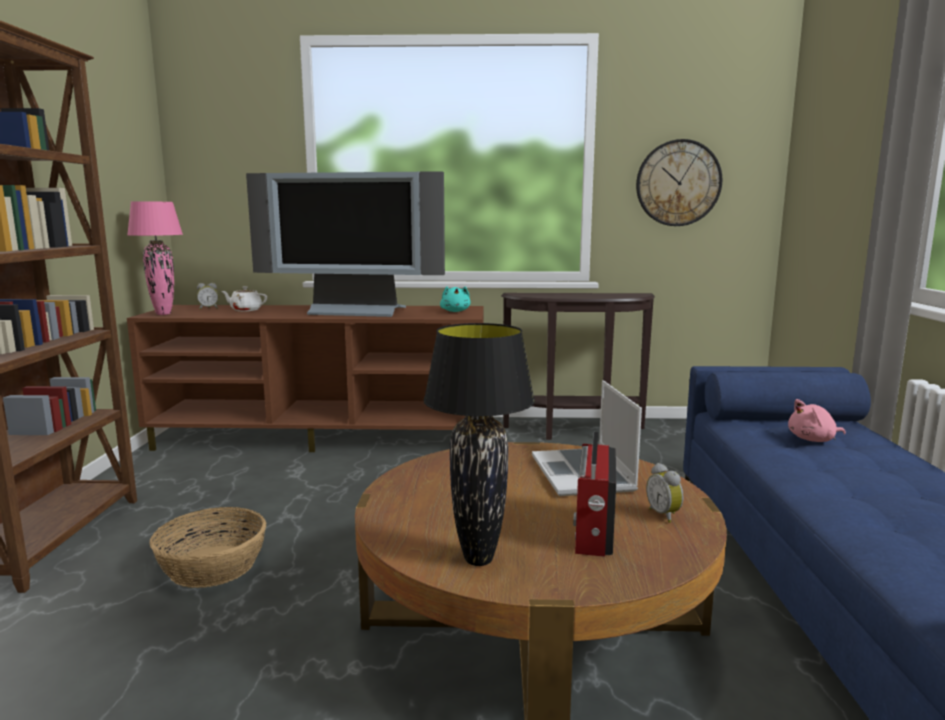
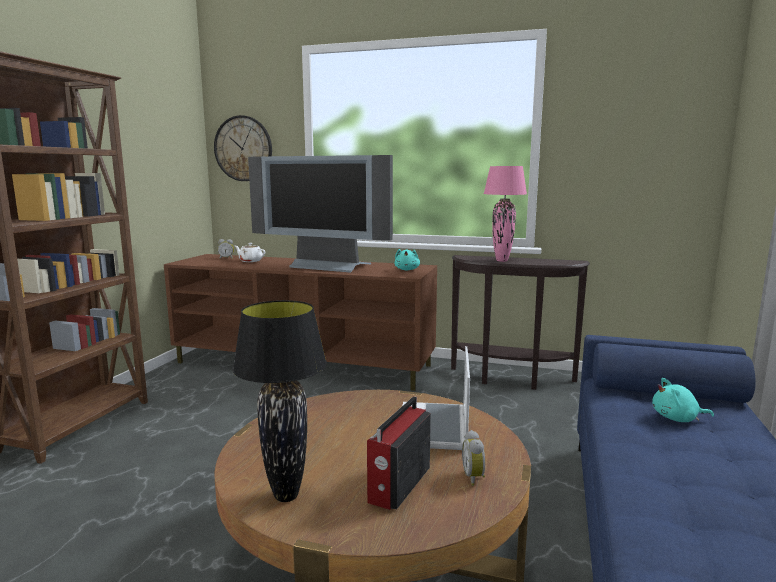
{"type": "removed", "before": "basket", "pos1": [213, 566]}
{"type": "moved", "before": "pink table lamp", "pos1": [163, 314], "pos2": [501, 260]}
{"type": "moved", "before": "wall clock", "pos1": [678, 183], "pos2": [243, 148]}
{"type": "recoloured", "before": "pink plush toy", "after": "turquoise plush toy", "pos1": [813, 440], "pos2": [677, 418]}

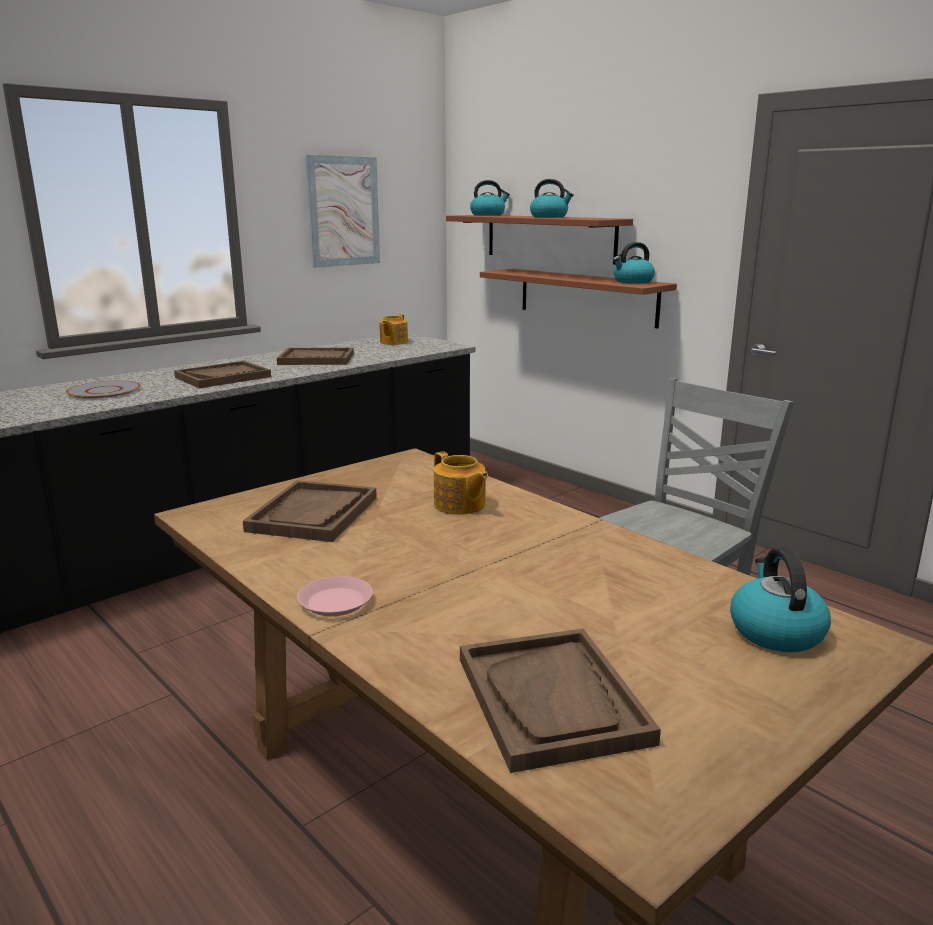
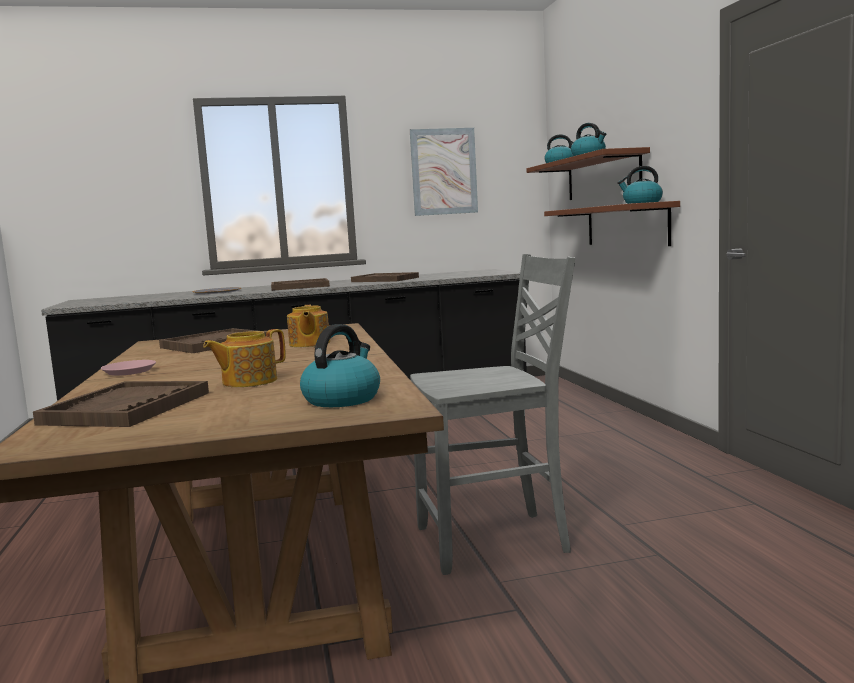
{"type": "moved", "before": "teapot", "pos1": [393, 342], "pos2": [248, 381]}

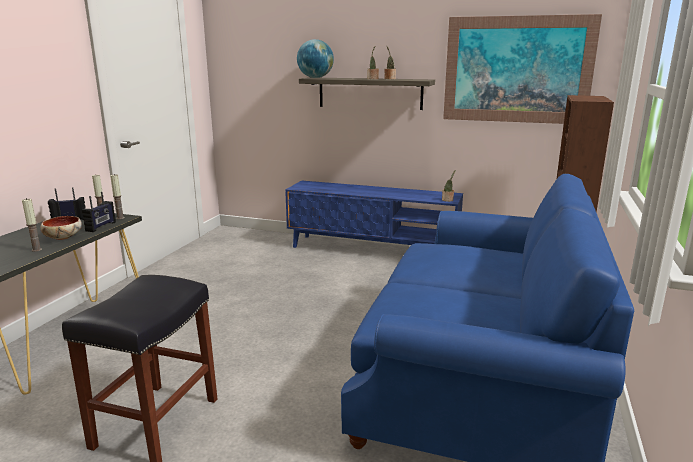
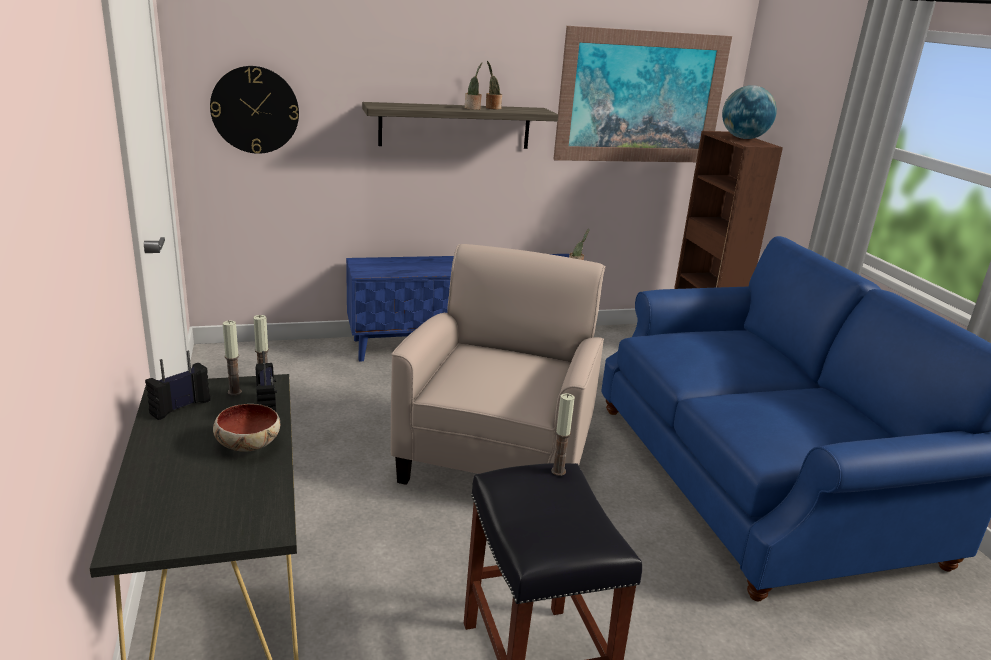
{"type": "added", "after": "wall clock", "pos2": [255, 110]}
{"type": "added", "after": "beige armchair", "pos2": [498, 455]}
{"type": "moved", "before": "candle", "pos1": [36, 249], "pos2": [558, 471]}
{"type": "moved", "before": "globe", "pos1": [315, 78], "pos2": [744, 138]}

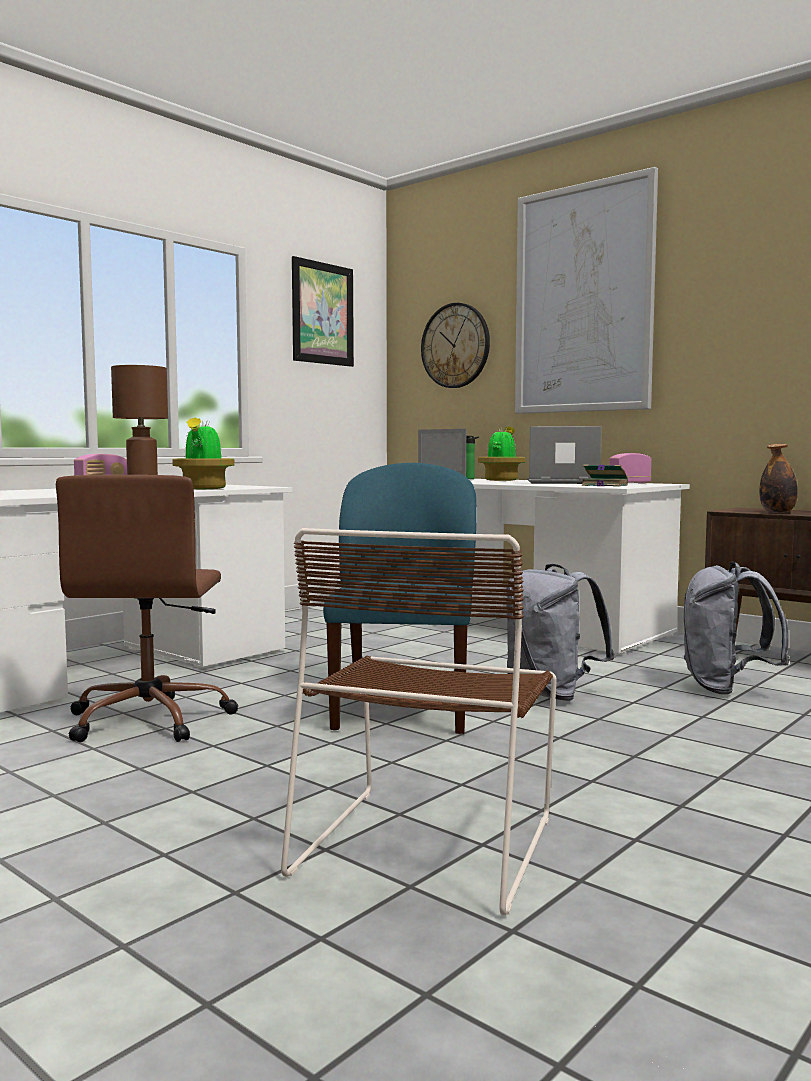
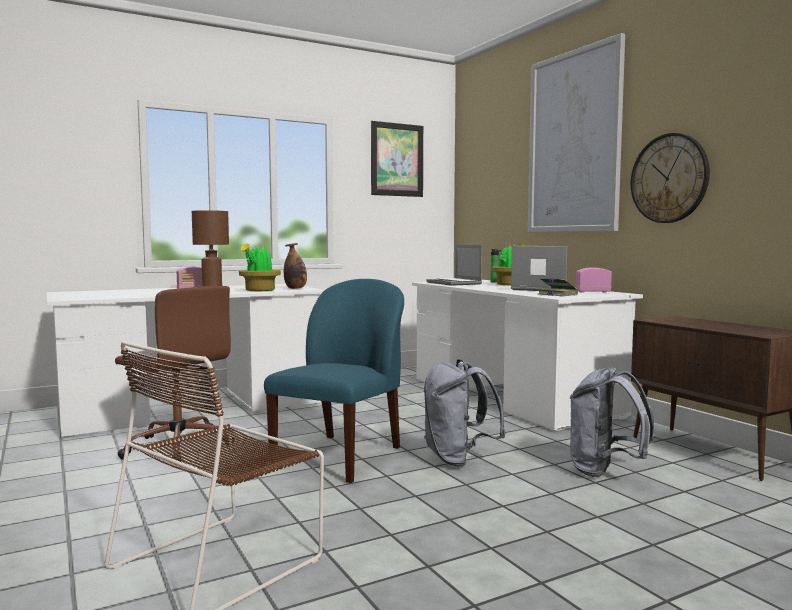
{"type": "moved", "before": "wall clock", "pos1": [455, 345], "pos2": [669, 178]}
{"type": "moved", "before": "bottle", "pos1": [777, 512], "pos2": [295, 288]}
{"type": "turned", "before": "brown office chair", "pos1": [150, 719], "pos2": [177, 446], "turn": -75}

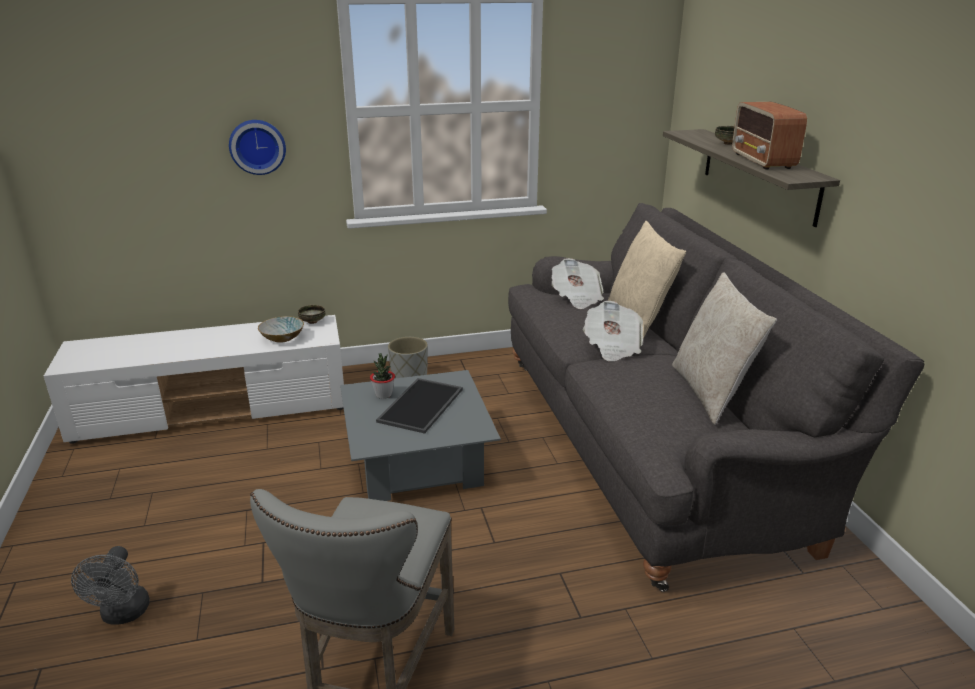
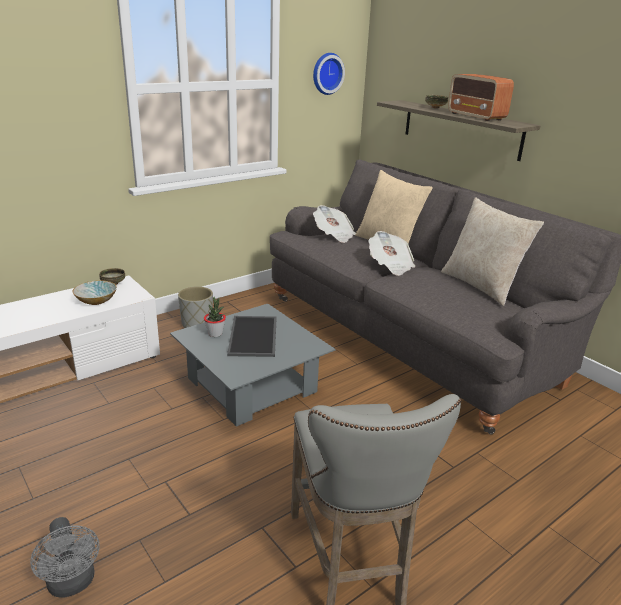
{"type": "moved", "before": "wall clock", "pos1": [257, 146], "pos2": [326, 73]}

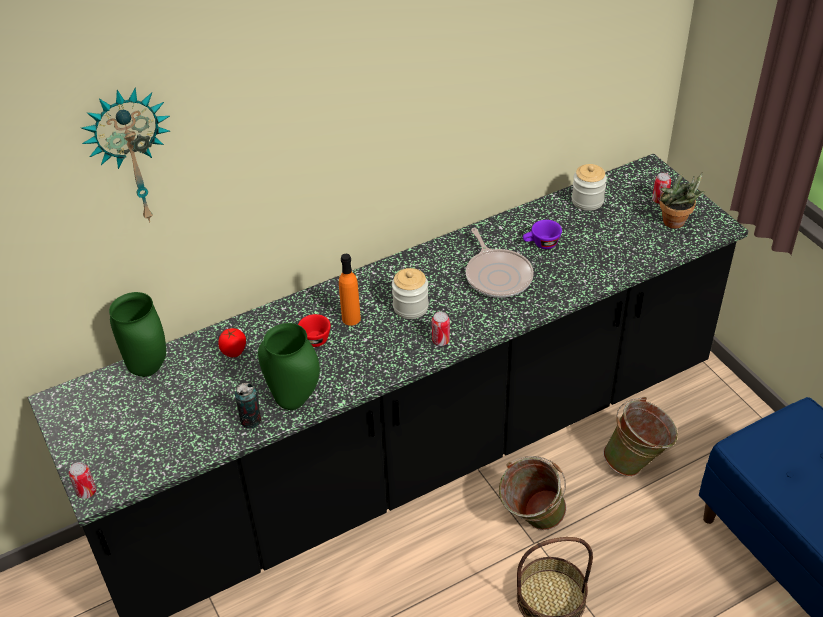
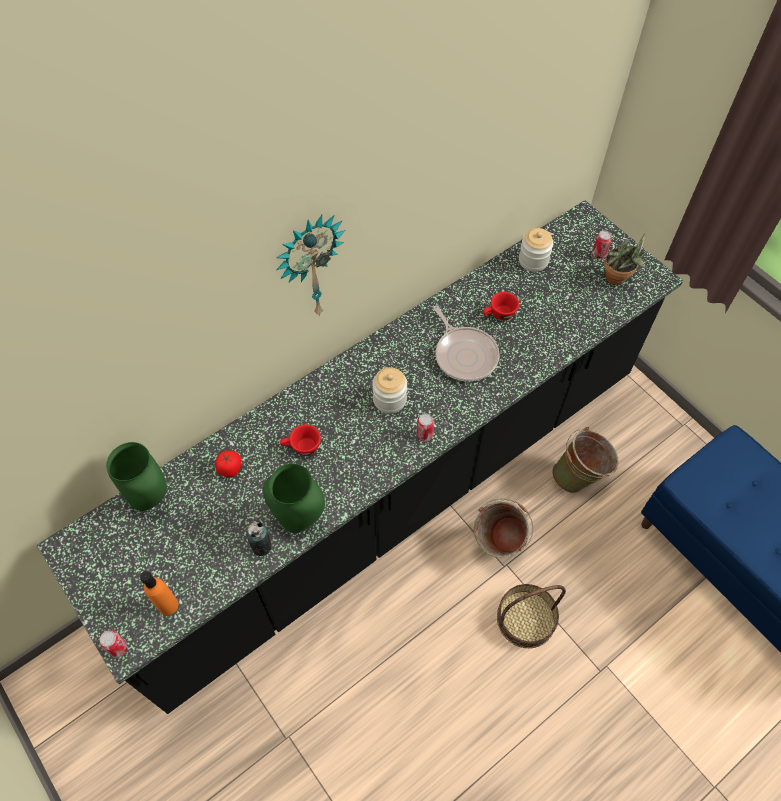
{"type": "moved", "before": "wall clock", "pos1": [131, 155], "pos2": [310, 267]}
{"type": "moved", "before": "orange bottle", "pos1": [351, 318], "pos2": [168, 605]}
{"type": "recoloured", "before": "purple cup", "after": "red cup", "pos1": [541, 244], "pos2": [499, 315]}

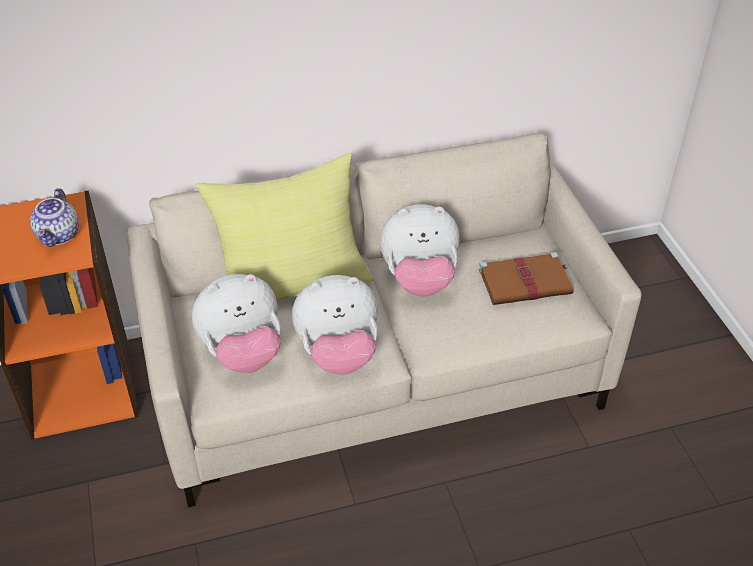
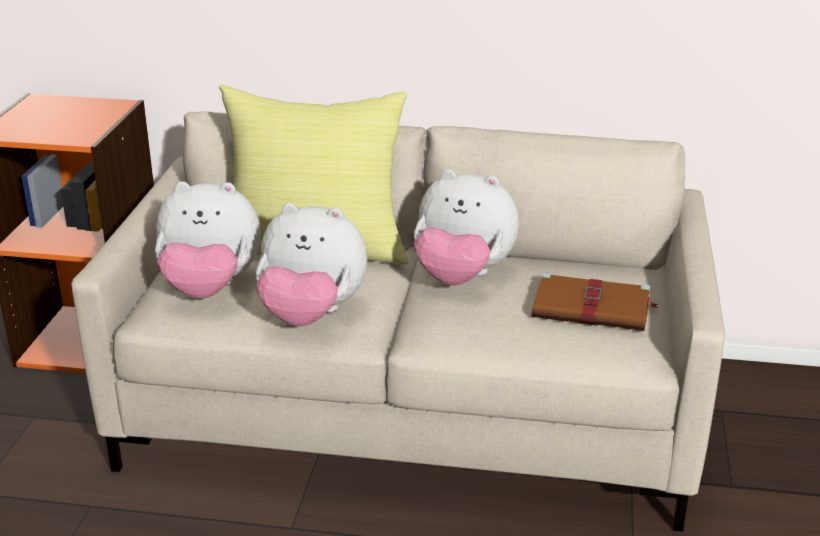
{"type": "removed", "before": "teapot", "pos1": [59, 235]}

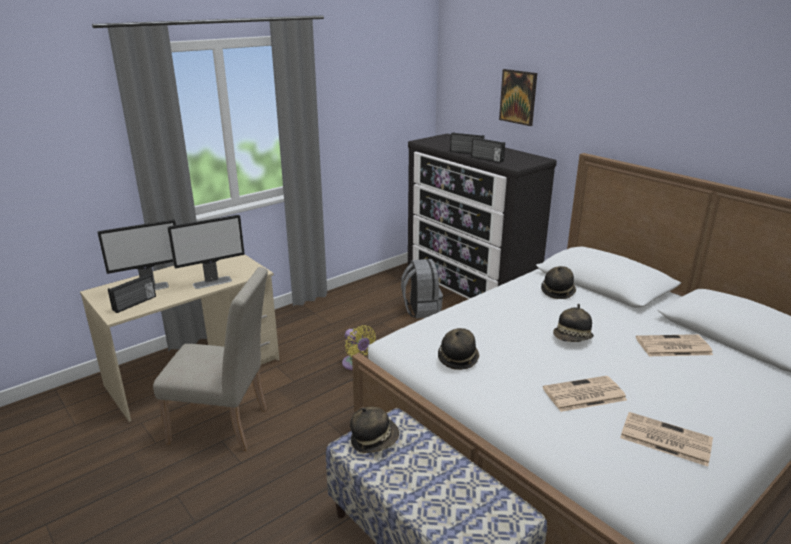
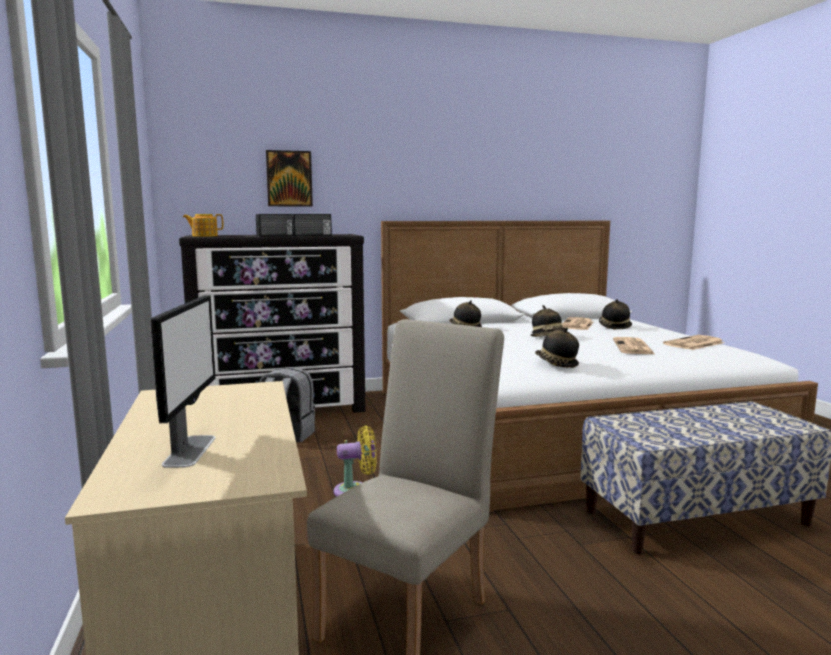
{"type": "removed", "before": "radio", "pos1": [135, 303]}
{"type": "removed", "before": "monitor", "pos1": [213, 282]}
{"type": "added", "after": "teapot", "pos2": [204, 236]}
{"type": "moved", "before": "hat", "pos1": [374, 440], "pos2": [614, 326]}

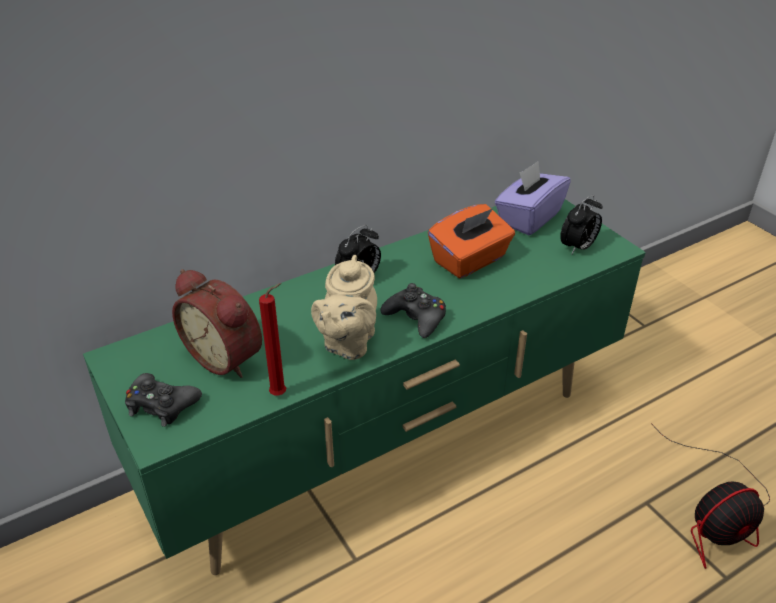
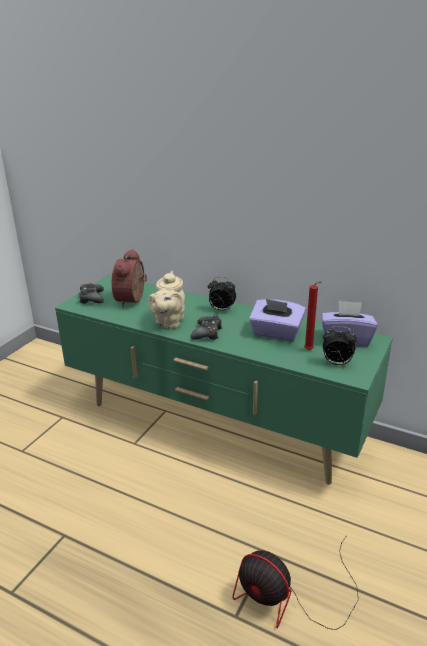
{"type": "moved", "before": "red candle", "pos1": [281, 394], "pos2": [310, 350]}
{"type": "recoloured", "before": "orange tissue box", "after": "purple tissue box", "pos1": [470, 260], "pos2": [276, 333]}
{"type": "turned", "before": "beige teapot", "pos1": [347, 343], "pos2": [168, 322], "turn": -60}

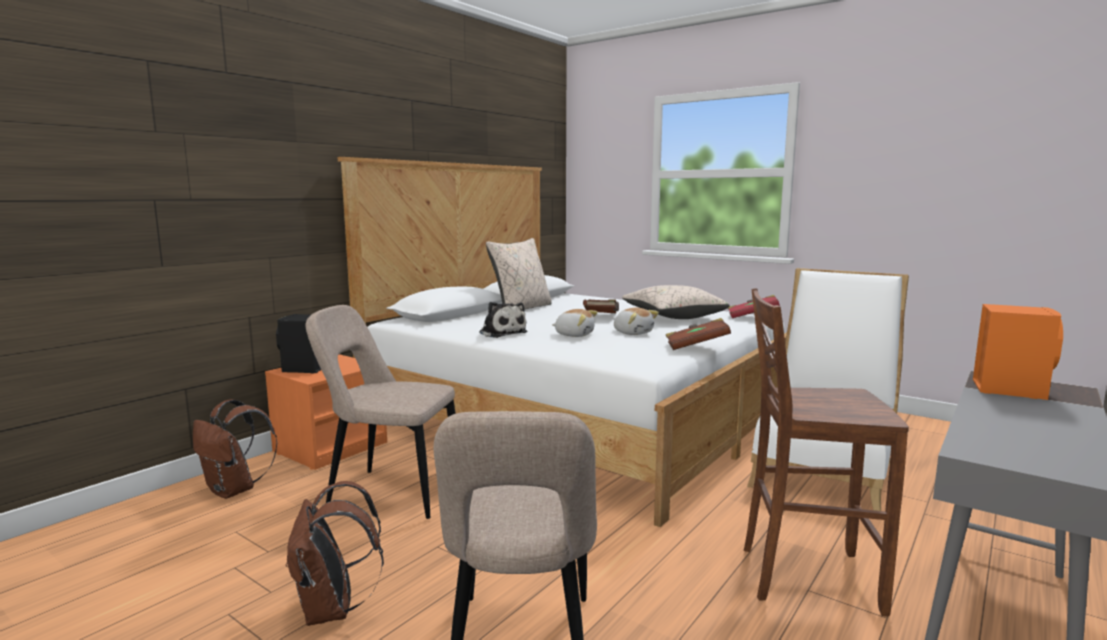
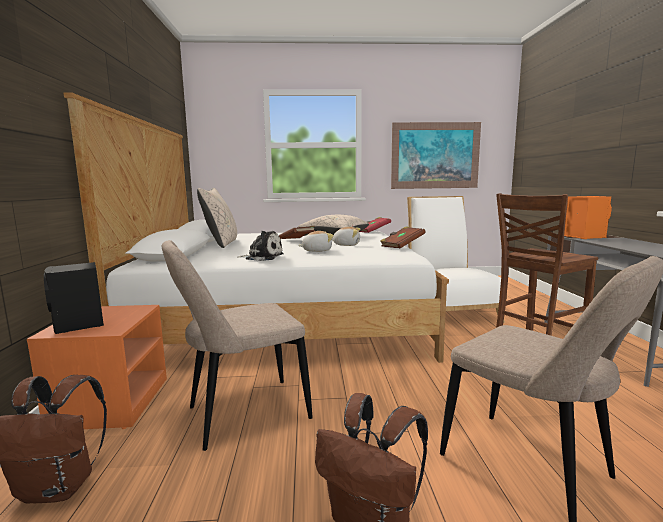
{"type": "added", "after": "picture", "pos2": [435, 155]}

